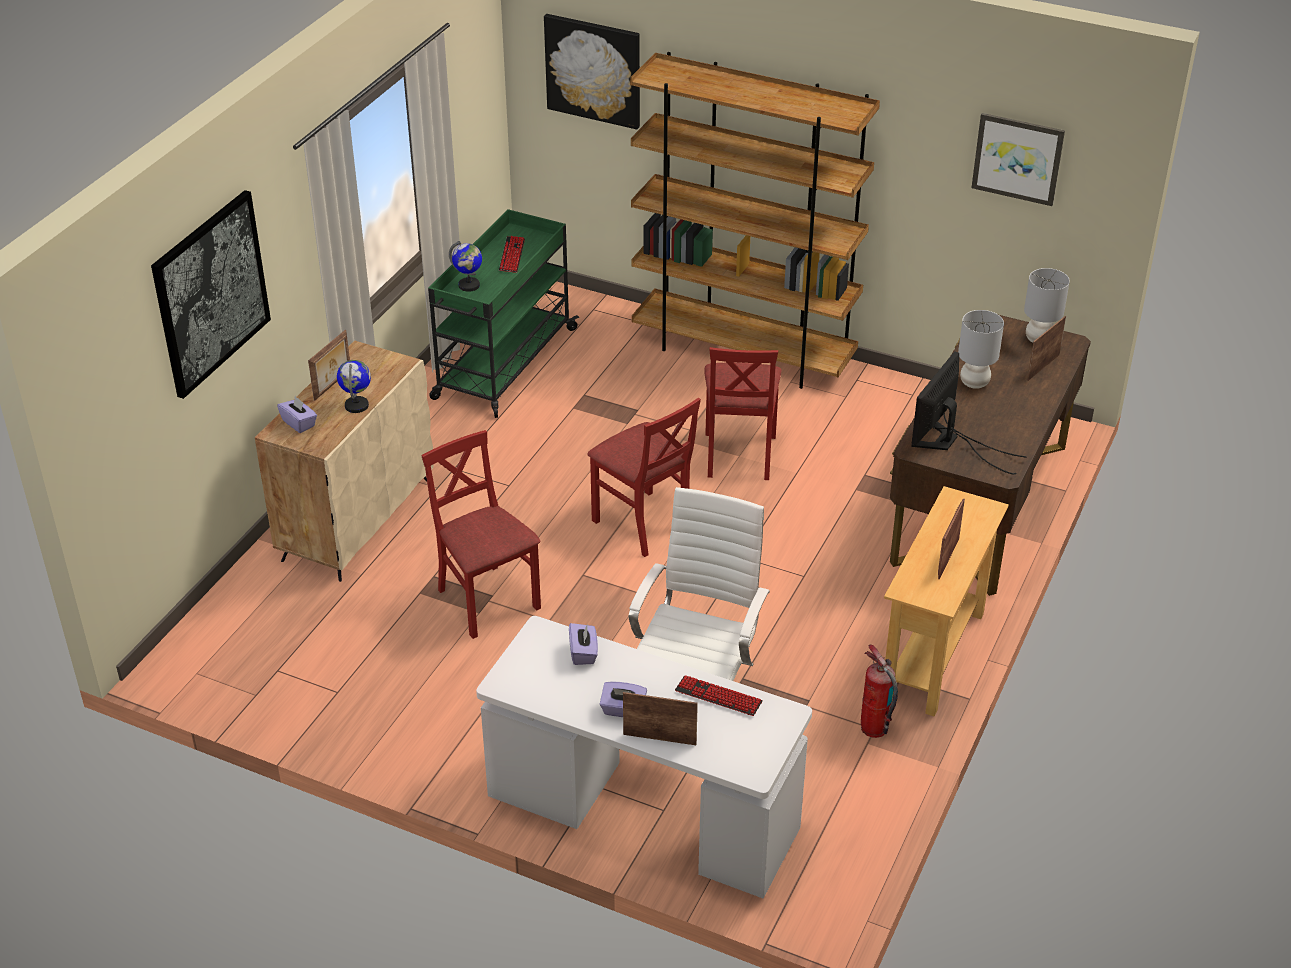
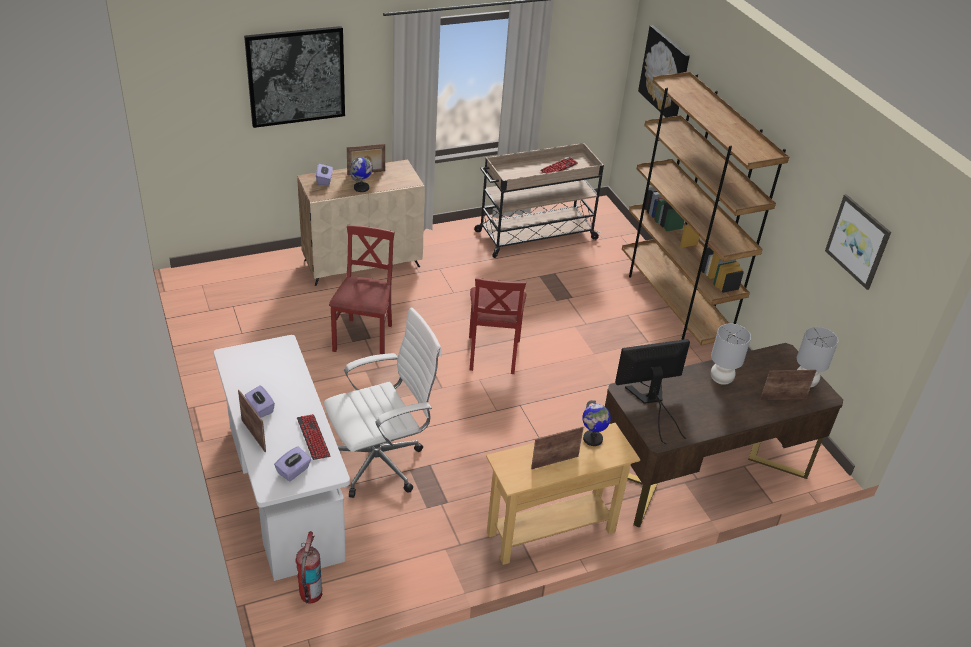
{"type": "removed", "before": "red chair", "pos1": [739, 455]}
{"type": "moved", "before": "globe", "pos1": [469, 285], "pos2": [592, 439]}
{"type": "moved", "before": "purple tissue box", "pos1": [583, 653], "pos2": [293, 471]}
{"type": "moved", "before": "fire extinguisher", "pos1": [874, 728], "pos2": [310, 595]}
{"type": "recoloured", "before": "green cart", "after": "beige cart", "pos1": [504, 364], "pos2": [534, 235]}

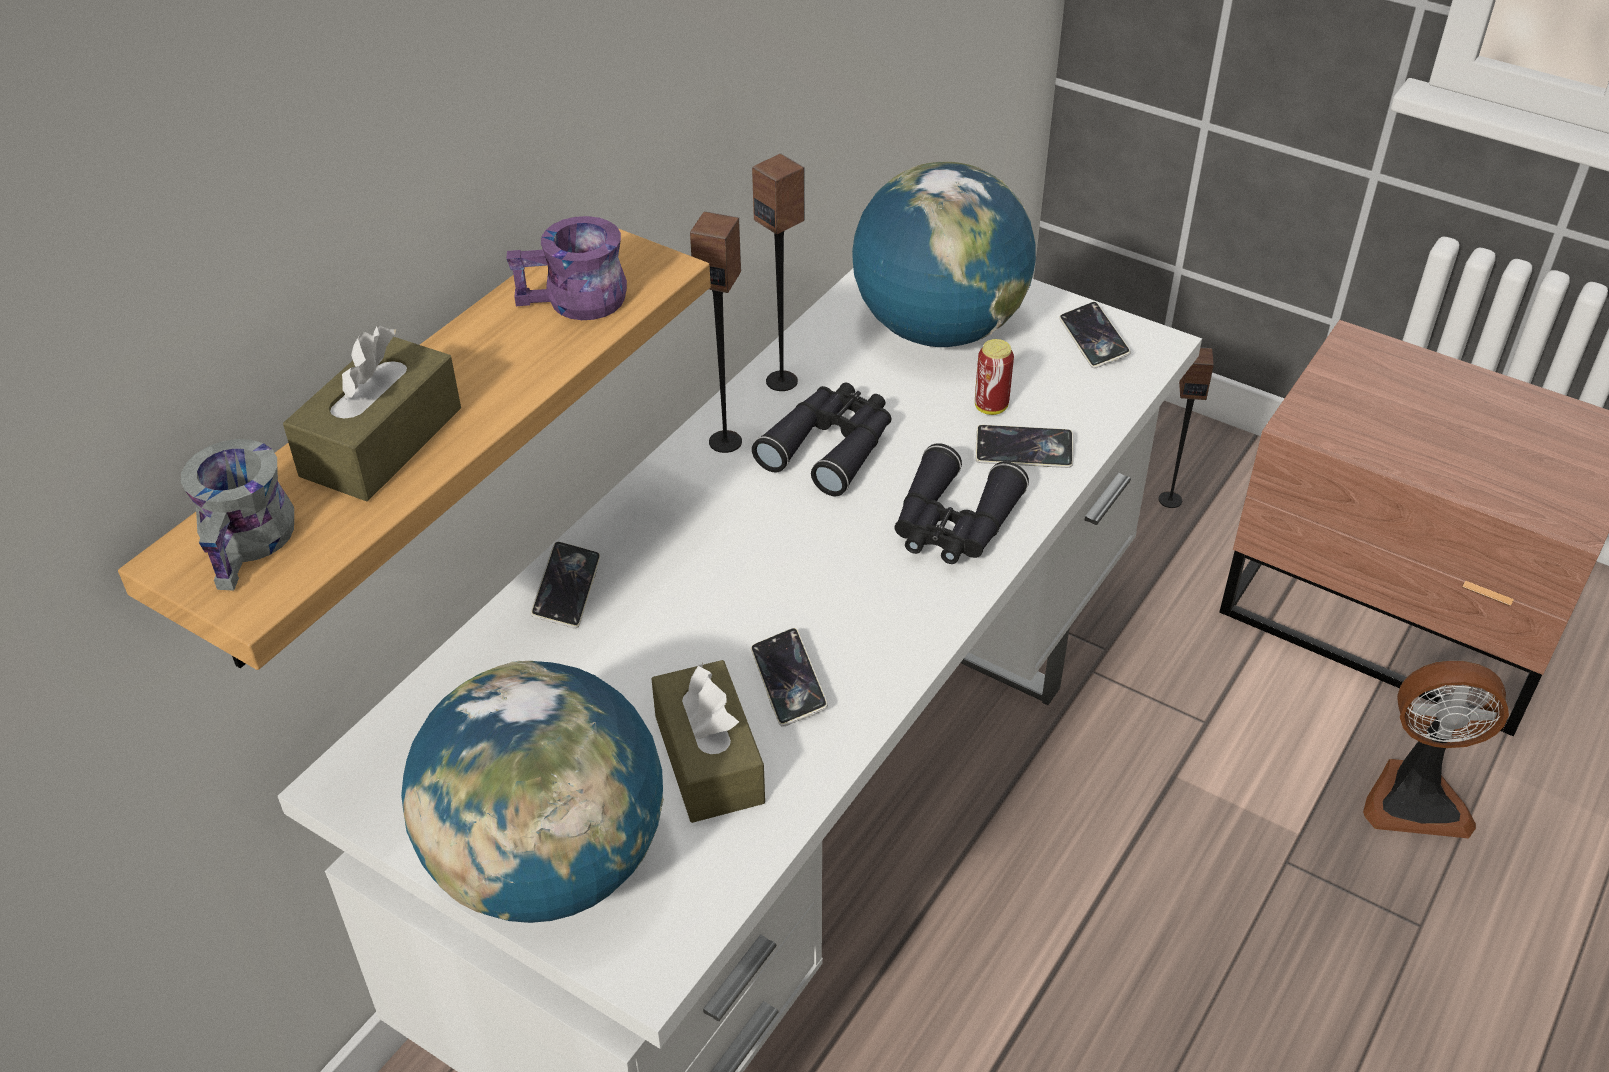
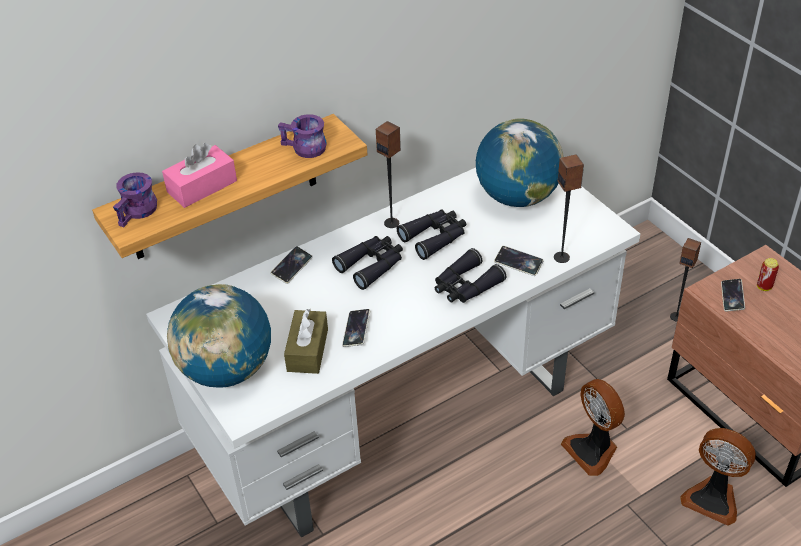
{"type": "added", "after": "black binoculars", "pos2": [372, 265]}
{"type": "added", "after": "fan", "pos2": [592, 450]}
{"type": "moved", "before": "speaker", "pos1": [782, 381], "pos2": [562, 257]}
{"type": "moved", "before": "can", "pos1": [991, 407], "pos2": [764, 287]}
{"type": "moved", "before": "phone", "pos1": [1093, 340], "pos2": [732, 297]}
{"type": "recoloured", "before": "grey mug", "after": "purple mug", "pos1": [253, 543], "pos2": [139, 212]}
{"type": "recoloured", "before": "brown tissue box", "after": "pink tissue box", "pos1": [381, 442], "pos2": [202, 186]}

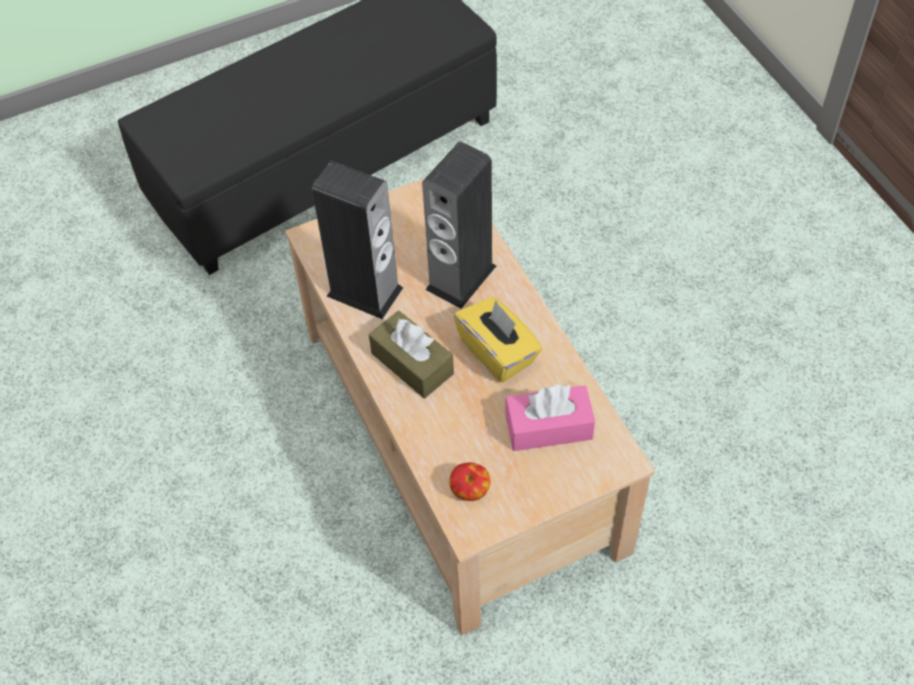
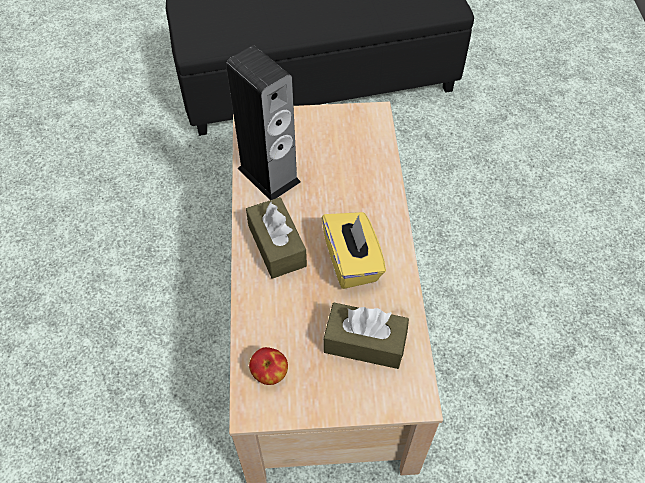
{"type": "removed", "before": "speaker", "pos1": [461, 277]}
{"type": "recoloured", "before": "pink tissue box", "after": "brown tissue box", "pos1": [548, 427], "pos2": [364, 343]}

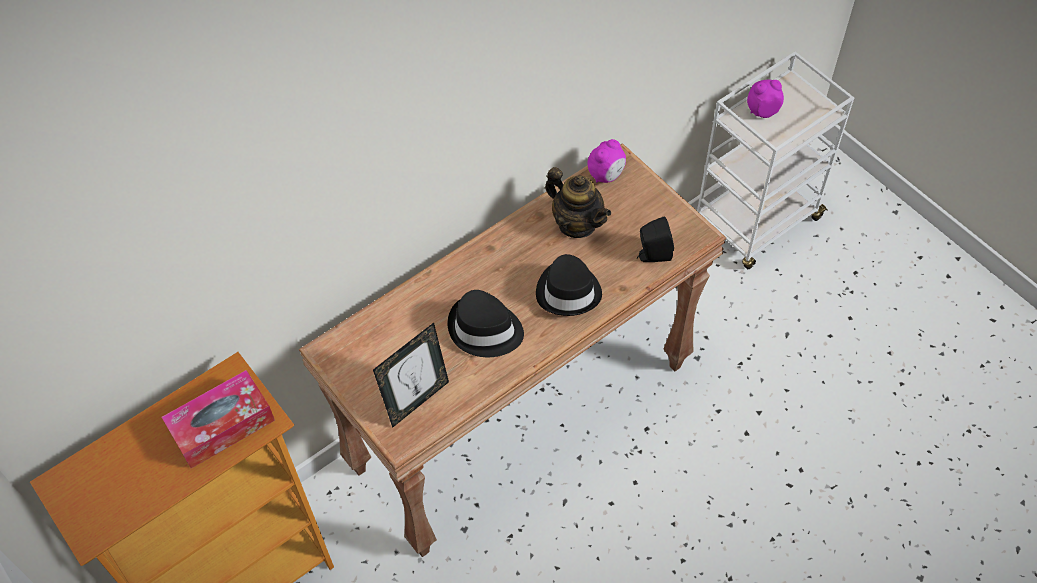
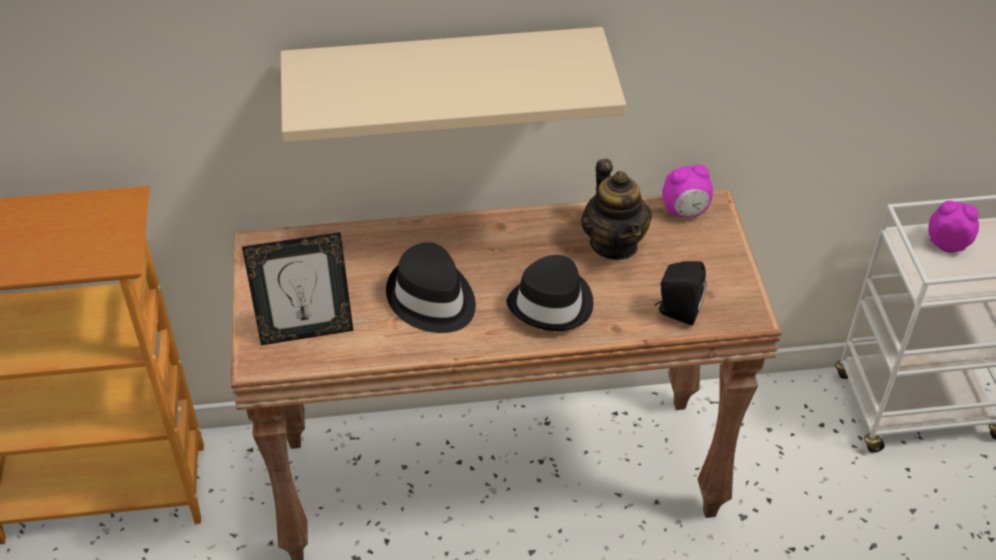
{"type": "removed", "before": "tissue box", "pos1": [222, 426]}
{"type": "added", "after": "beige shelf", "pos2": [444, 78]}

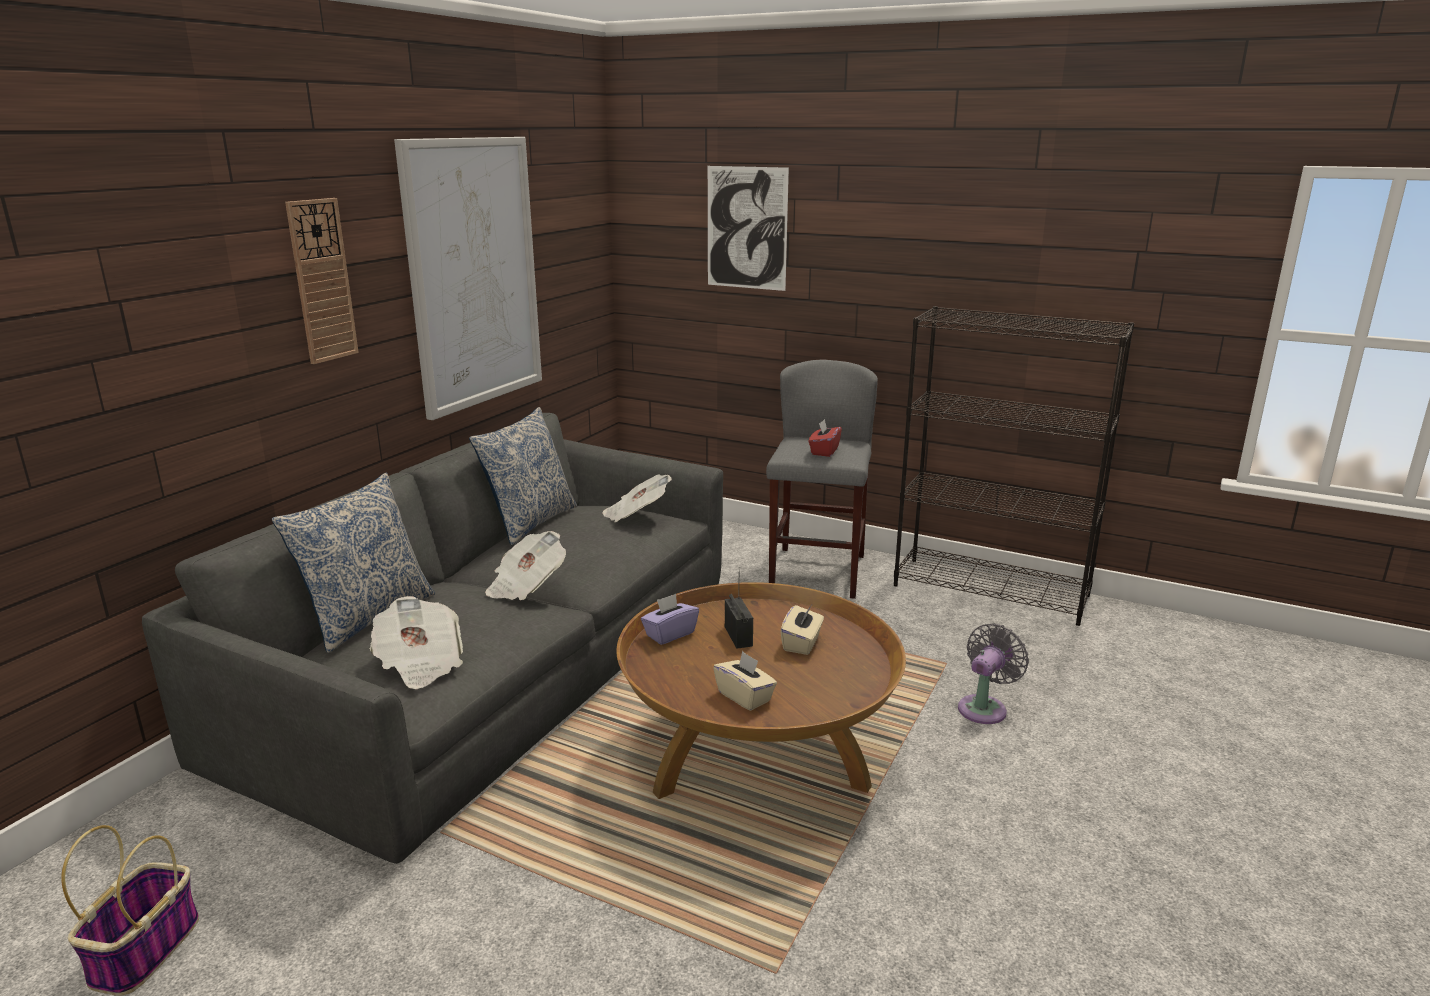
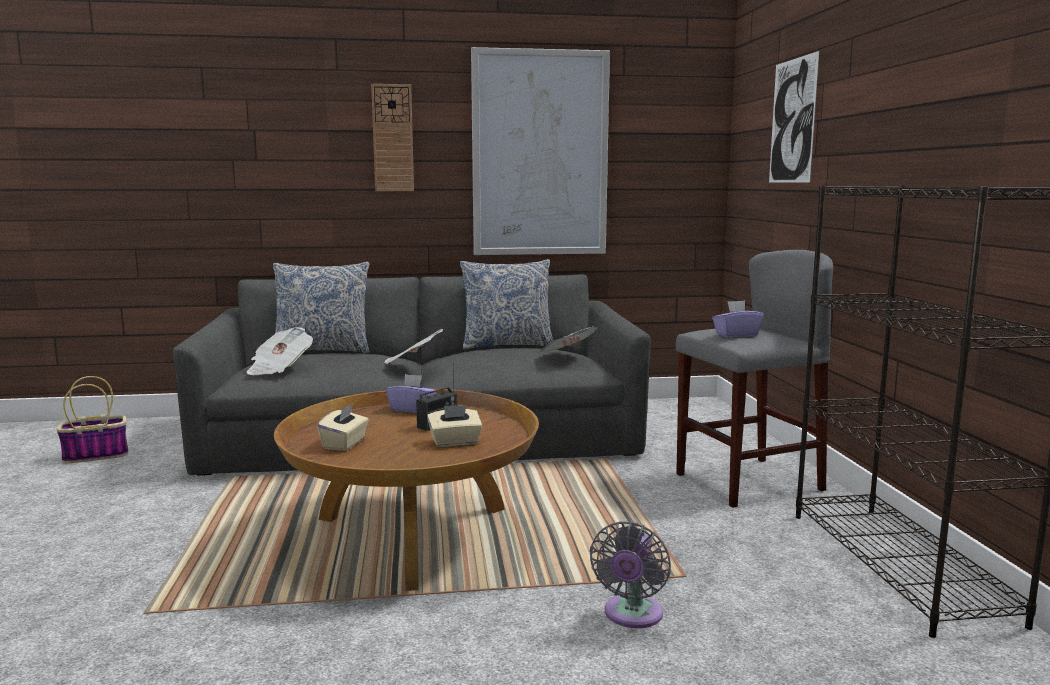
{"type": "recoloured", "before": "red tissue box", "after": "purple tissue box", "pos1": [824, 451], "pos2": [736, 335]}
{"type": "turned", "before": "grey fan", "pos1": [984, 707], "pos2": [631, 616], "turn": 105}

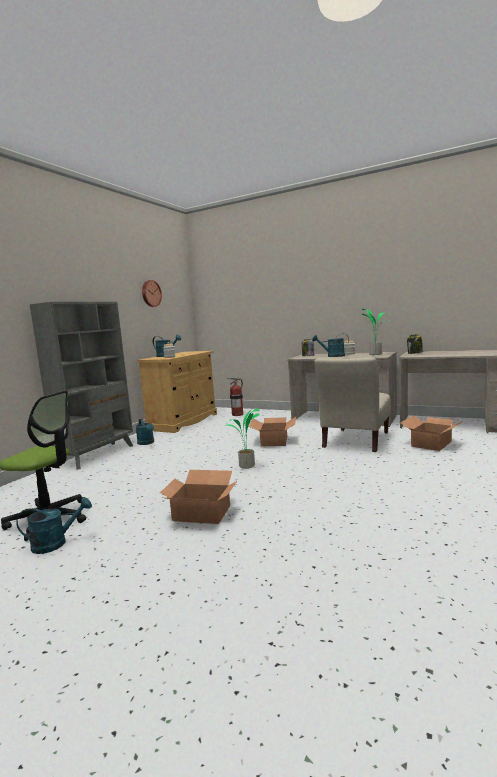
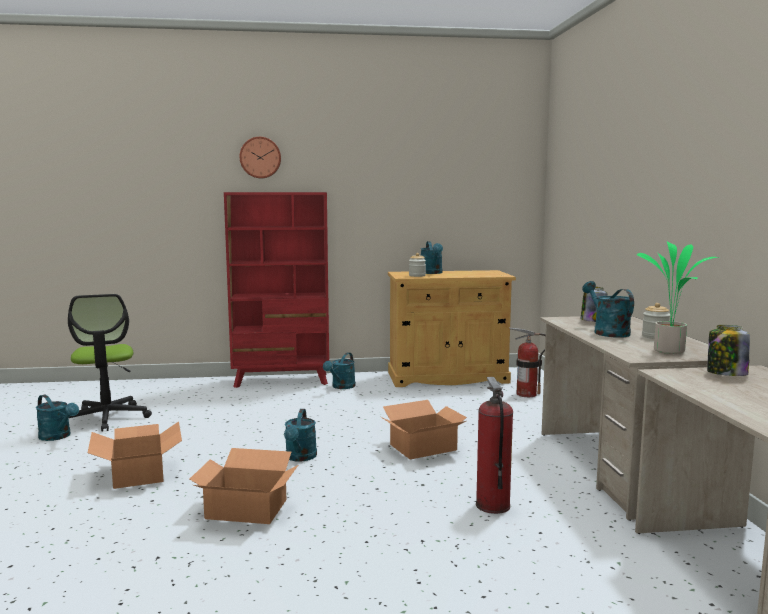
{"type": "moved", "before": "wall clock", "pos1": [151, 293], "pos2": [260, 157]}
{"type": "moved", "before": "cardboard box", "pos1": [432, 444], "pos2": [247, 509]}
{"type": "replaced", "before": "potted plant", "after": "turquoise watering can", "pos1": [247, 466], "pos2": [300, 458]}
{"type": "replaced", "before": "beige chair", "after": "fire extinguisher", "pos1": [355, 441], "pos2": [492, 505]}
{"type": "recoloured", "before": "grey bookcase", "after": "red bookcase", "pos1": [98, 455], "pos2": [282, 381]}

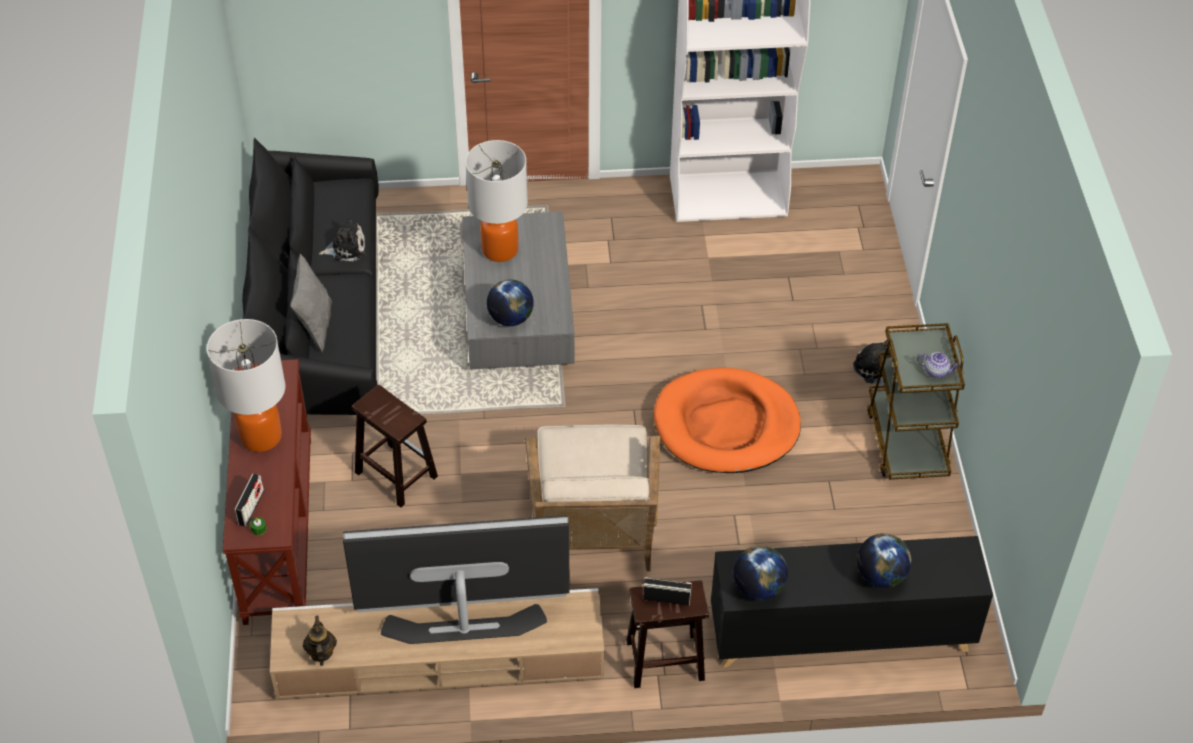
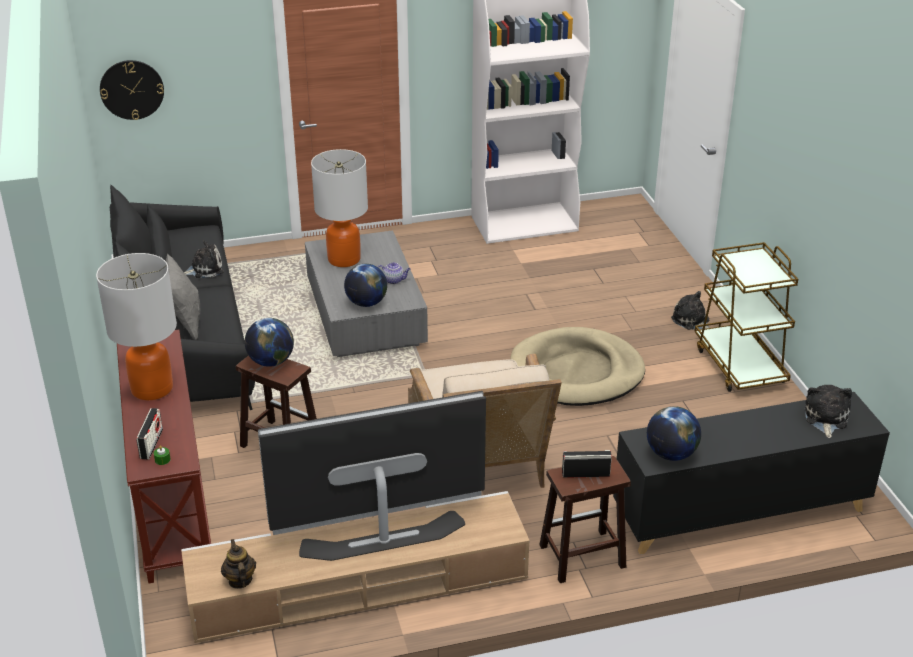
{"type": "added", "after": "wall clock", "pos2": [132, 89]}
{"type": "added", "after": "plush toy", "pos2": [825, 418]}
{"type": "moved", "before": "globe", "pos1": [880, 576], "pos2": [271, 362]}
{"type": "moved", "before": "teapot", "pos1": [936, 371], "pos2": [394, 280]}
{"type": "recoloured", "before": "orange dog bed", "after": "beige dog bed", "pos1": [726, 425], "pos2": [576, 372]}

